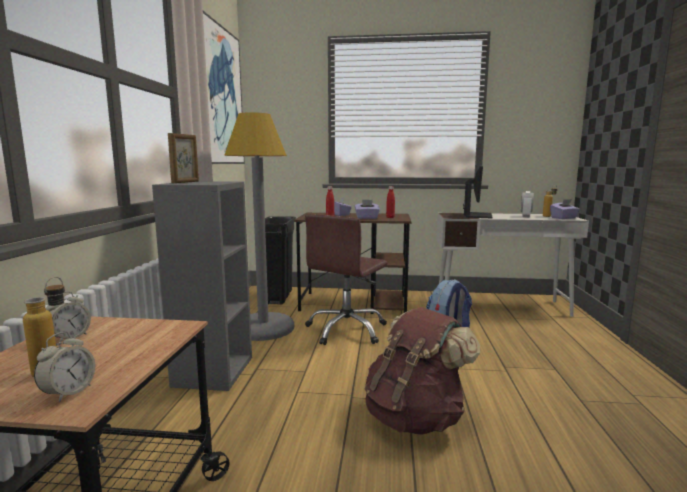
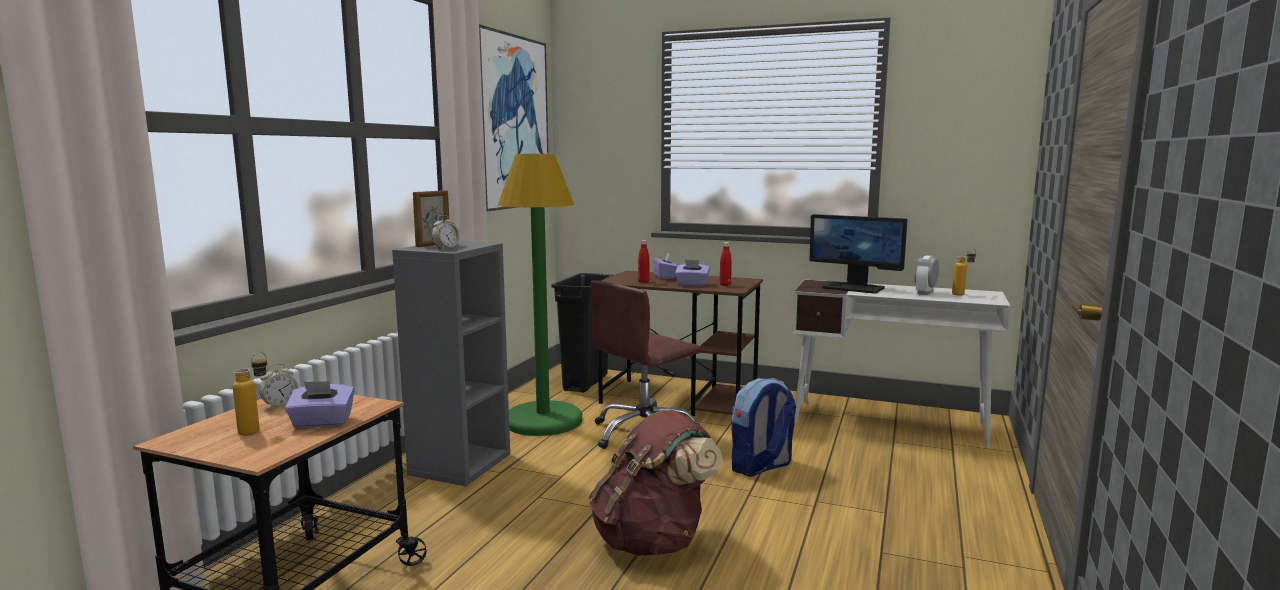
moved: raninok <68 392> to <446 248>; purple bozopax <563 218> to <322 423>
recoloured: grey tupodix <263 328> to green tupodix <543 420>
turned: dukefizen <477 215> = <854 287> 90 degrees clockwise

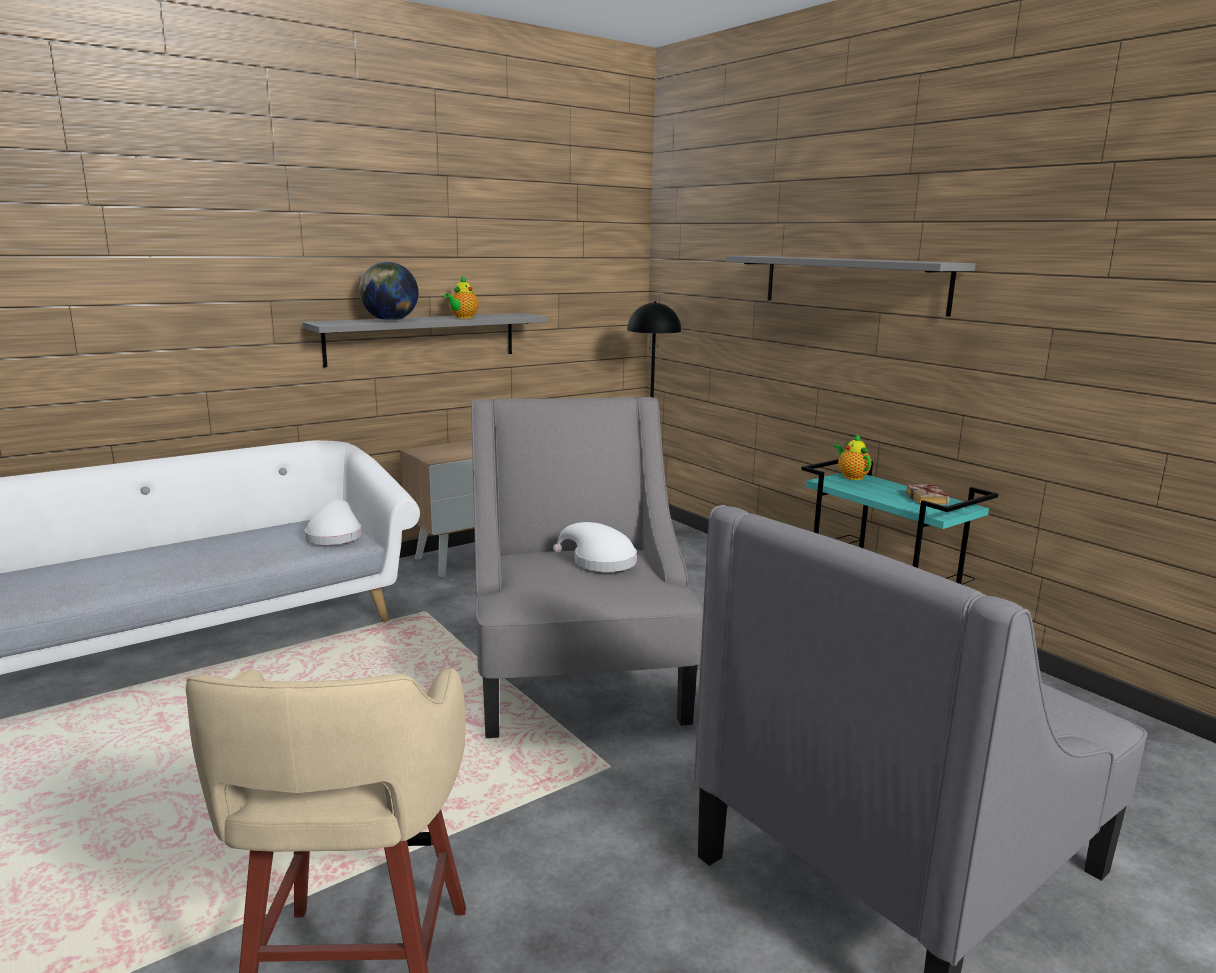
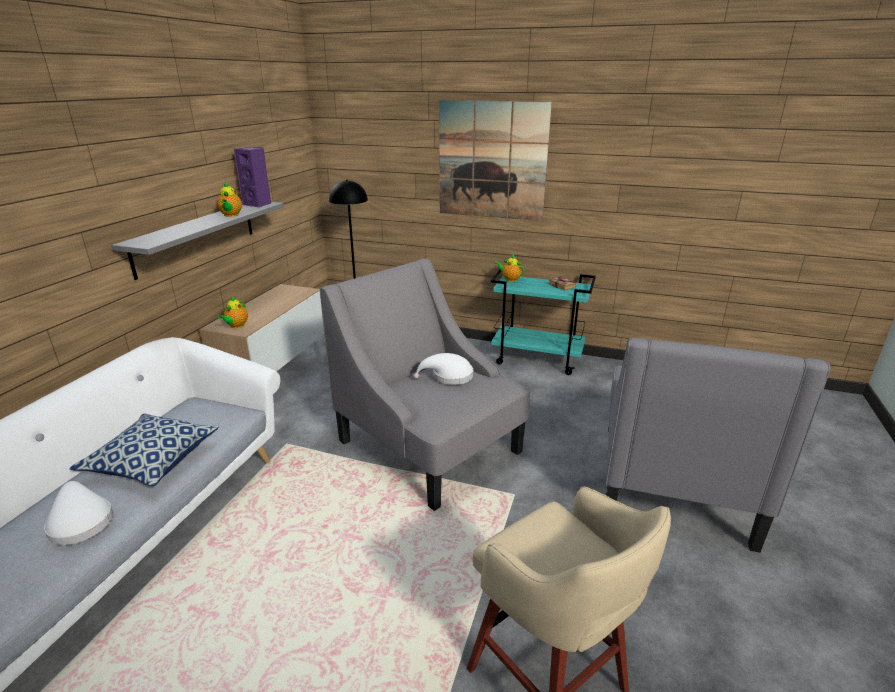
removed: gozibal <390 320>
added: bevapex <152 460>; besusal <236 326>; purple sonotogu <258 204>
moved: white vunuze <335 536> to <80 521>
replaced: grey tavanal <852 283> to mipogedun <492 161>

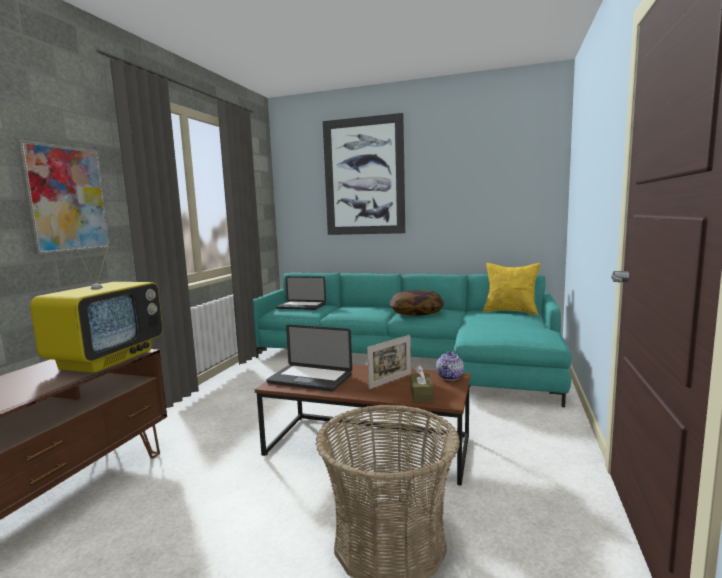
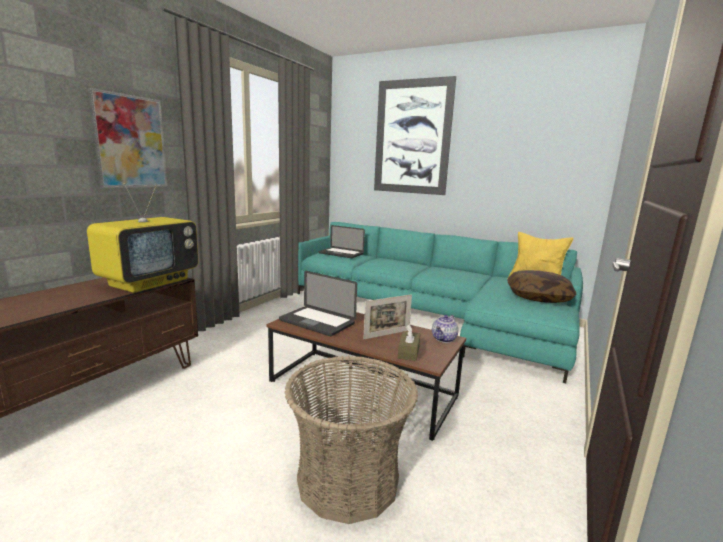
moved: bevapex <416 312> to <538 297>

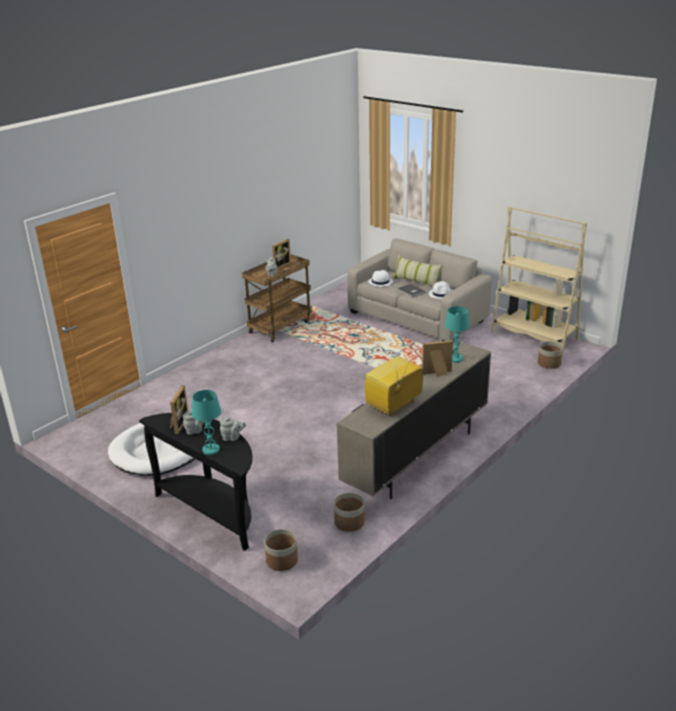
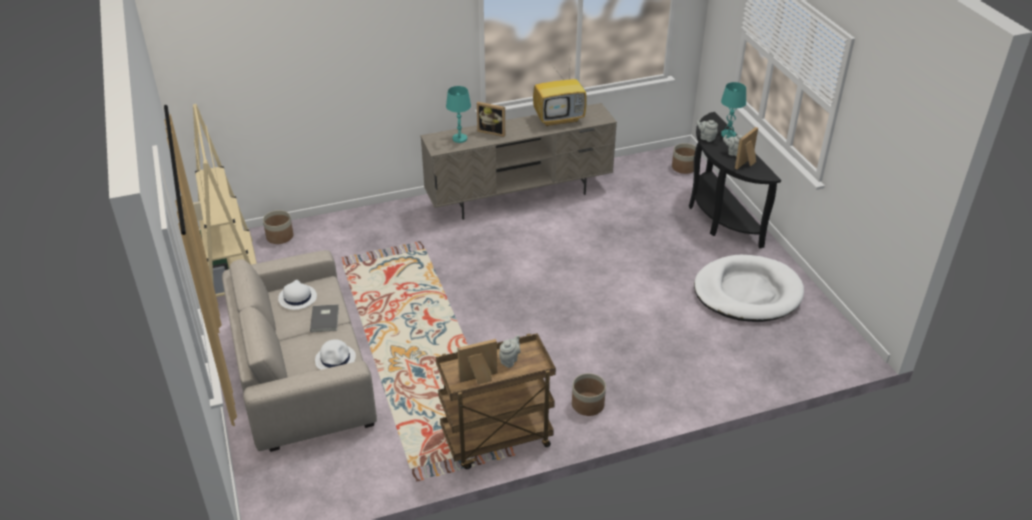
removed: bevapex <416 281>
moved: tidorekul <349 522> to <588 404>

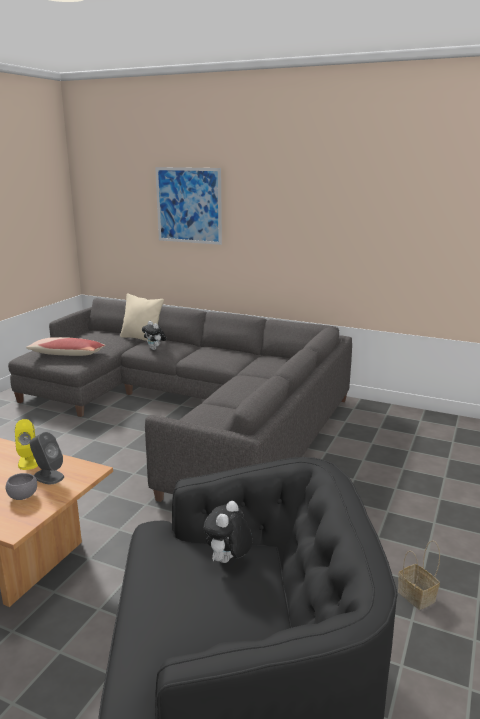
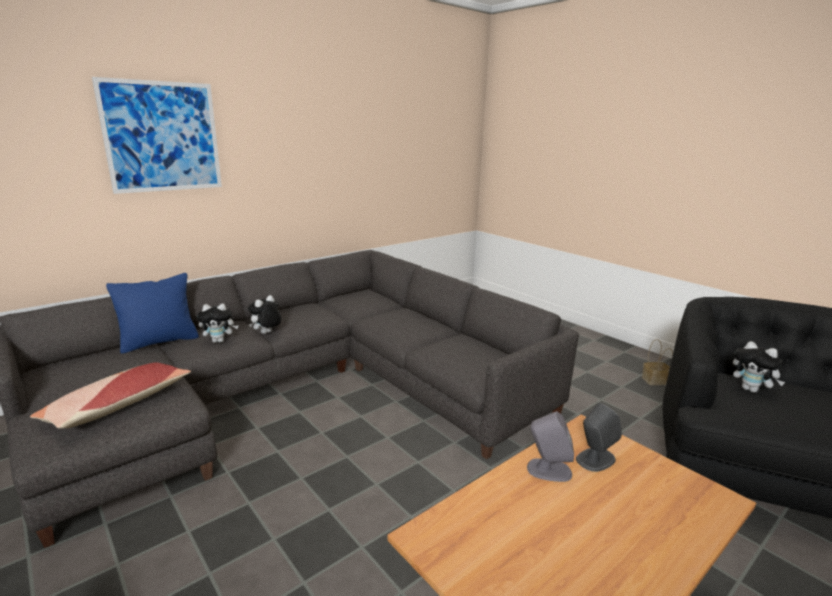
removed: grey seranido <23 496>
added: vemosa <266 333>
recoloured: yellow sonotogu <29 461> to grey sonotogu <548 470>; beige bevapex <142 339> to blue bevapex <160 342>

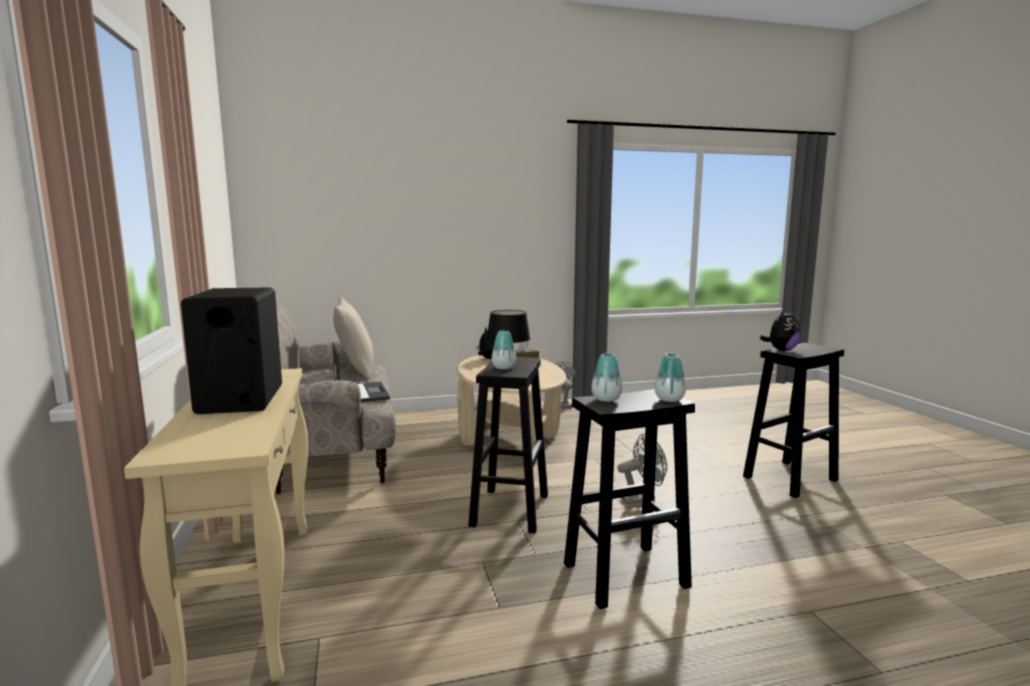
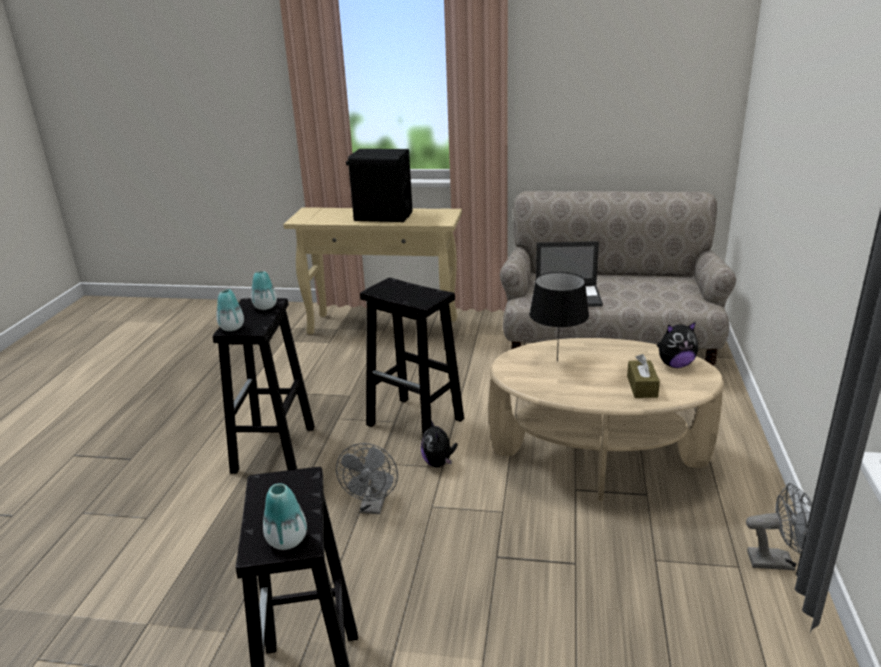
removed: beige bevapex <356 371>
moved: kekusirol <503 367> to <287 540>; vemosa <781 350> to <439 463>

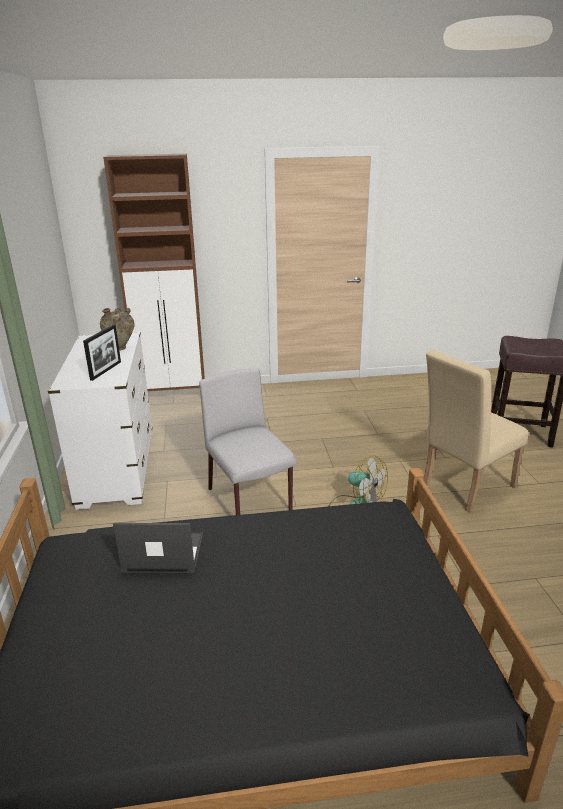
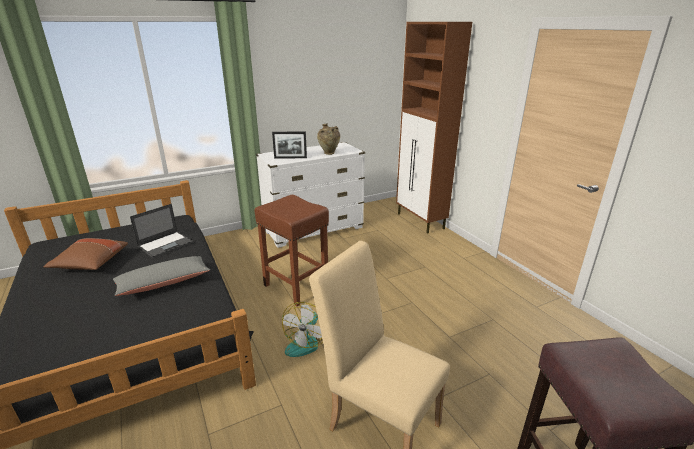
added: brown bevapex <90 264>; grey bevapex <163 283>
replaced: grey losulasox <250 501> to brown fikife <297 286>
turned: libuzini <162 553> = <166 244> 60 degrees clockwise

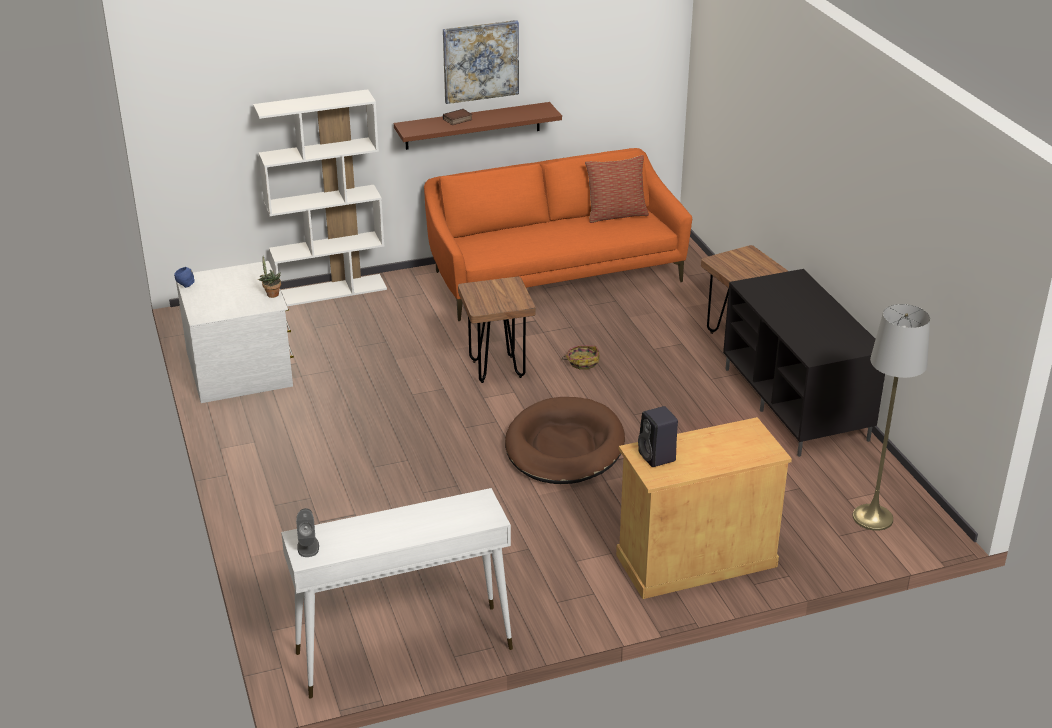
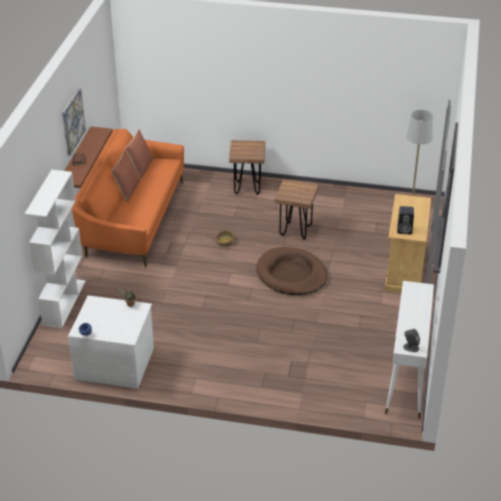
removed: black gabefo <797 404>
added: bevapex <127 190>
moved: brown fikife <497 369> to <295 231>

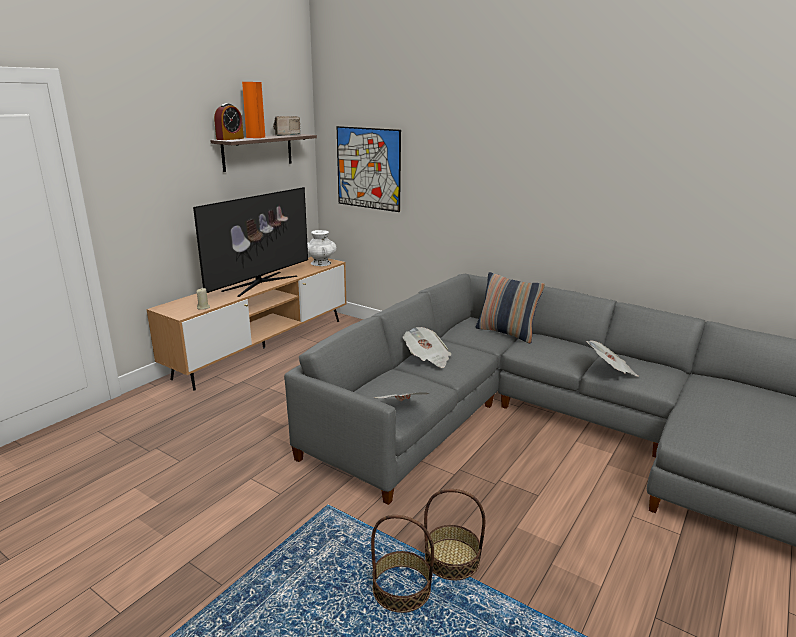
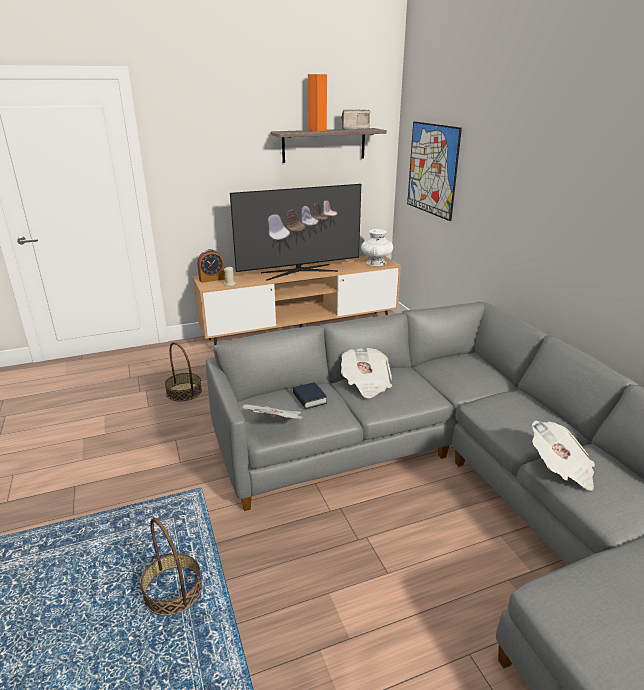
removed: bevapex <506 333>
added: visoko <309 399>
moved: raninok <230 139> to <212 279>; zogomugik <452 559> to <184 392>

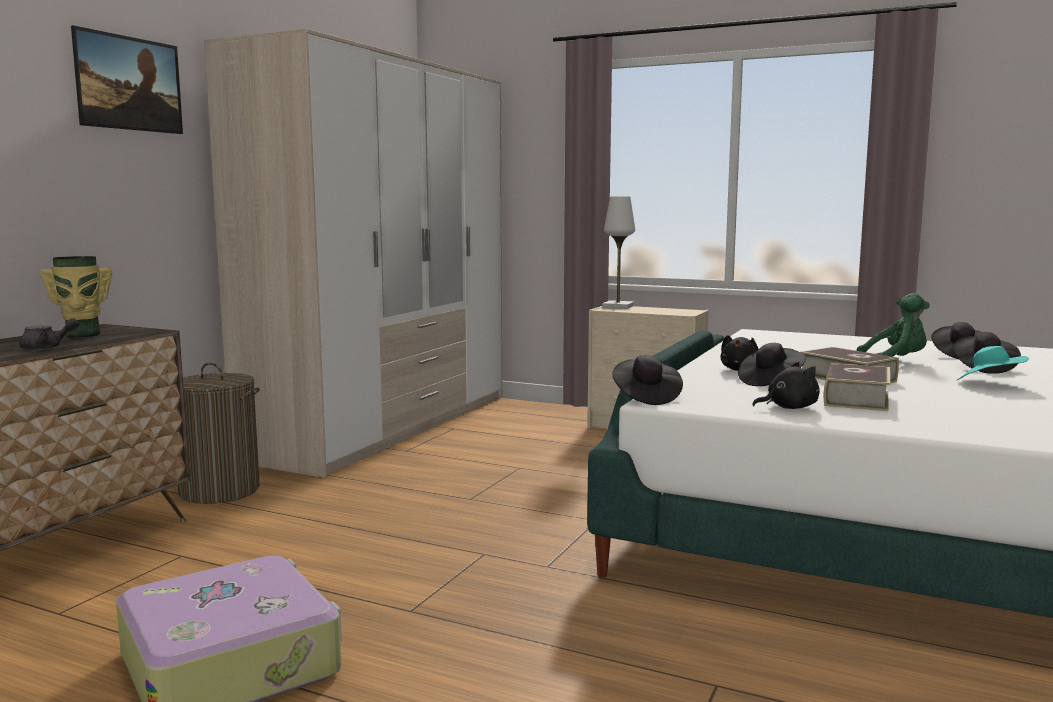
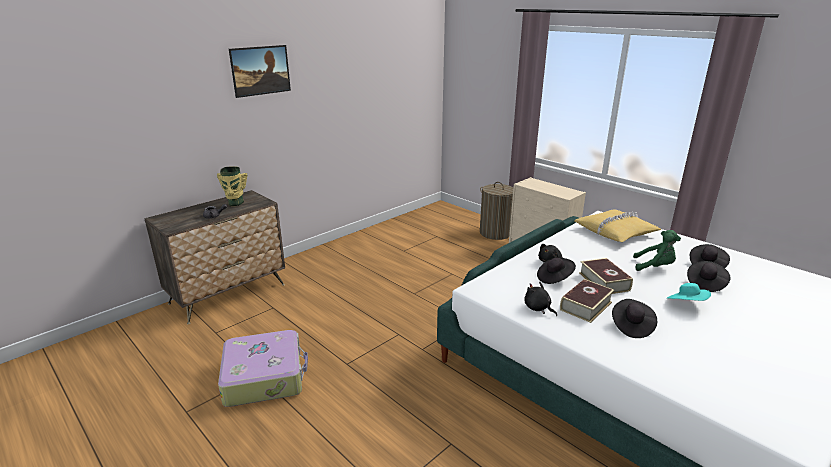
removed: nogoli <387 426>; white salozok <618 306>
added: yellow bevapex <615 232>
moved: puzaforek <220 491> to <495 233>; black vunuze <645 397> to <631 326>
turned: black vemosa <788 407> = <538 308> 135 degrees counterclockwise

